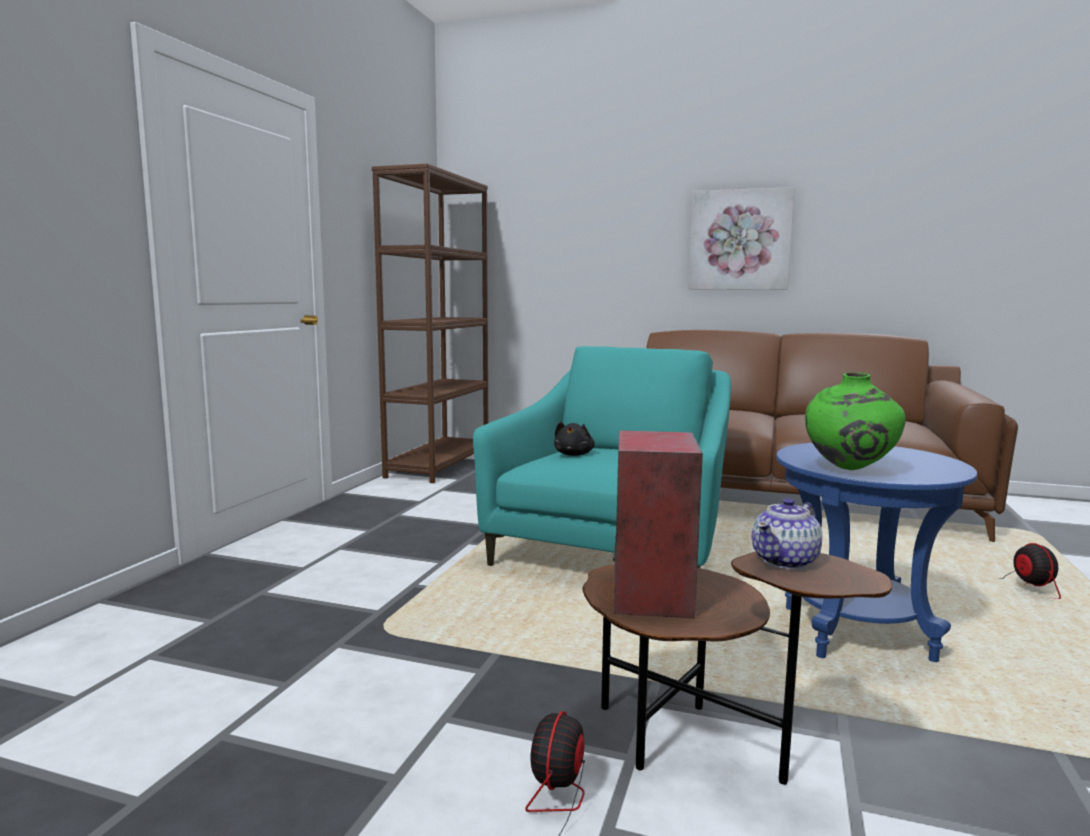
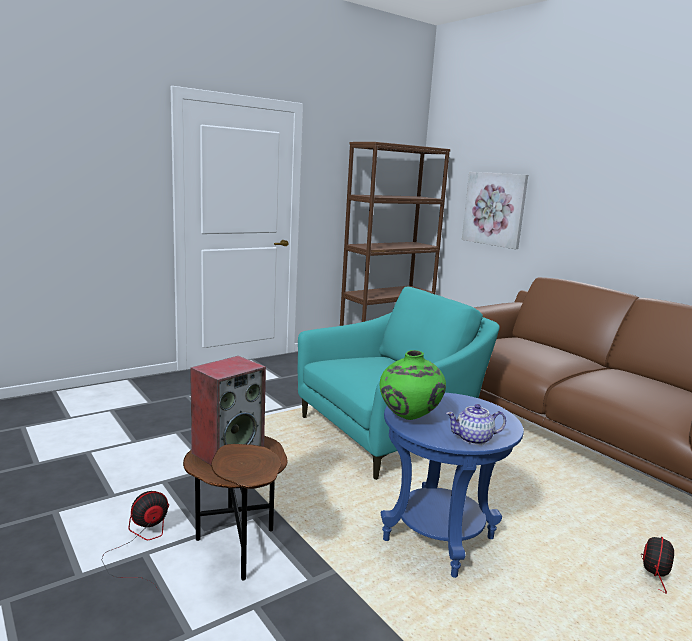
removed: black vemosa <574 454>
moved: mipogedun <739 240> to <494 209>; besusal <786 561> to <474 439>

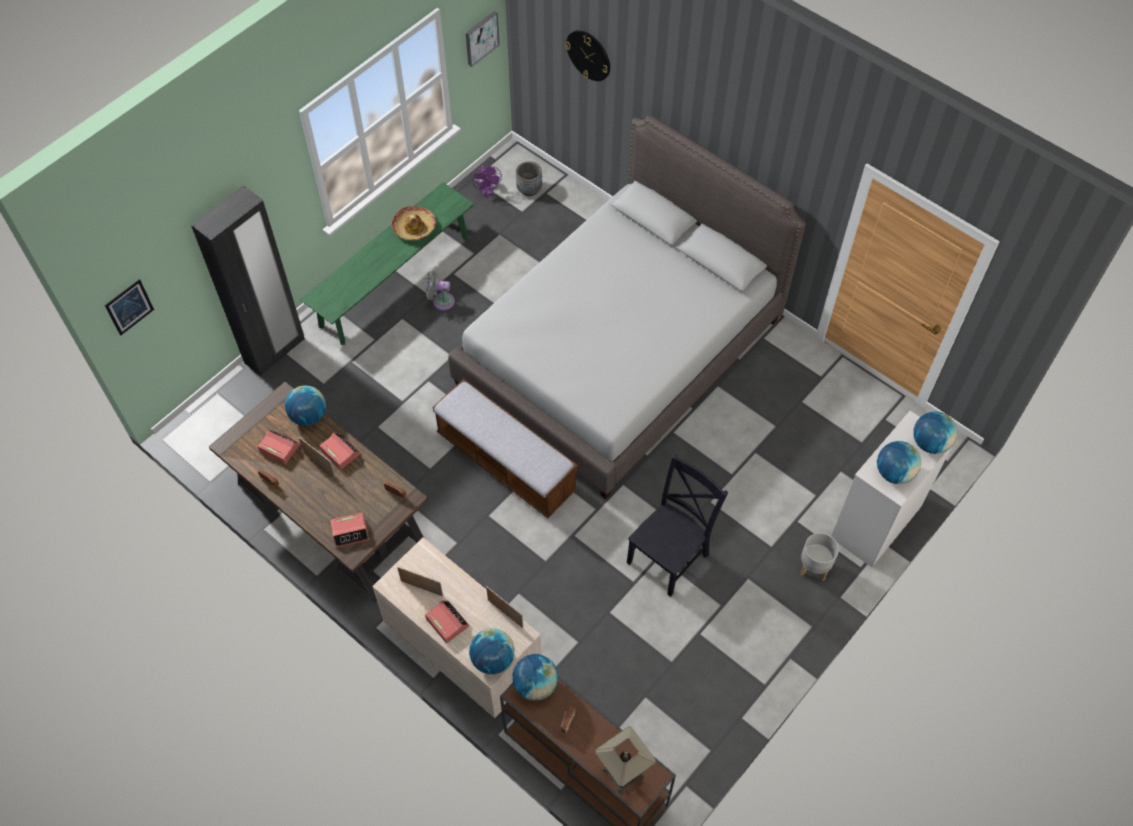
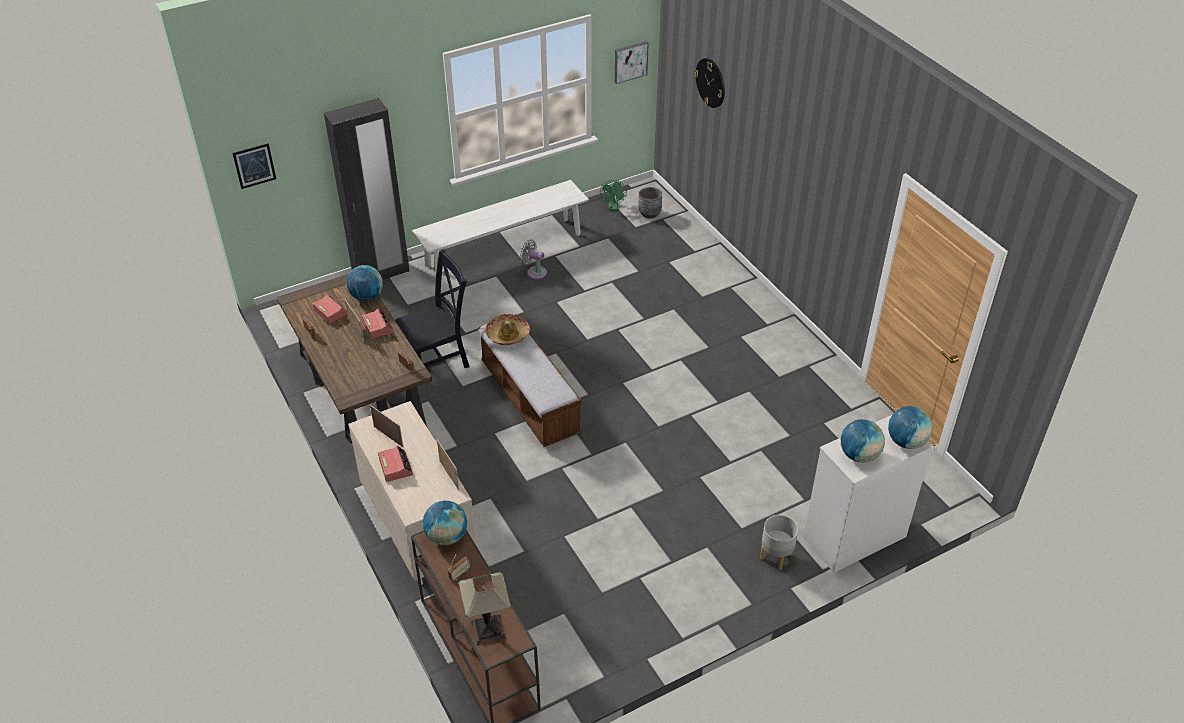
removed: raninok <350 532>; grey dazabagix <620 352>; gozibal <493 659>
moved: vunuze <414 227> to <508 334>; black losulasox <670 556> to <438 360>
recoloured: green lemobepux <395 281> to white lemobepux <504 249>; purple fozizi <487 191> to green fozizi <613 207>

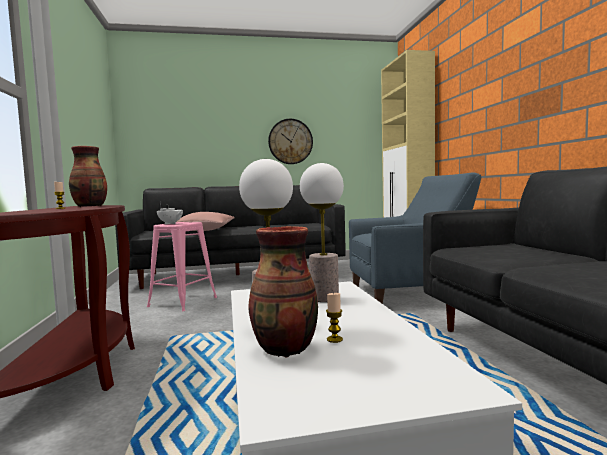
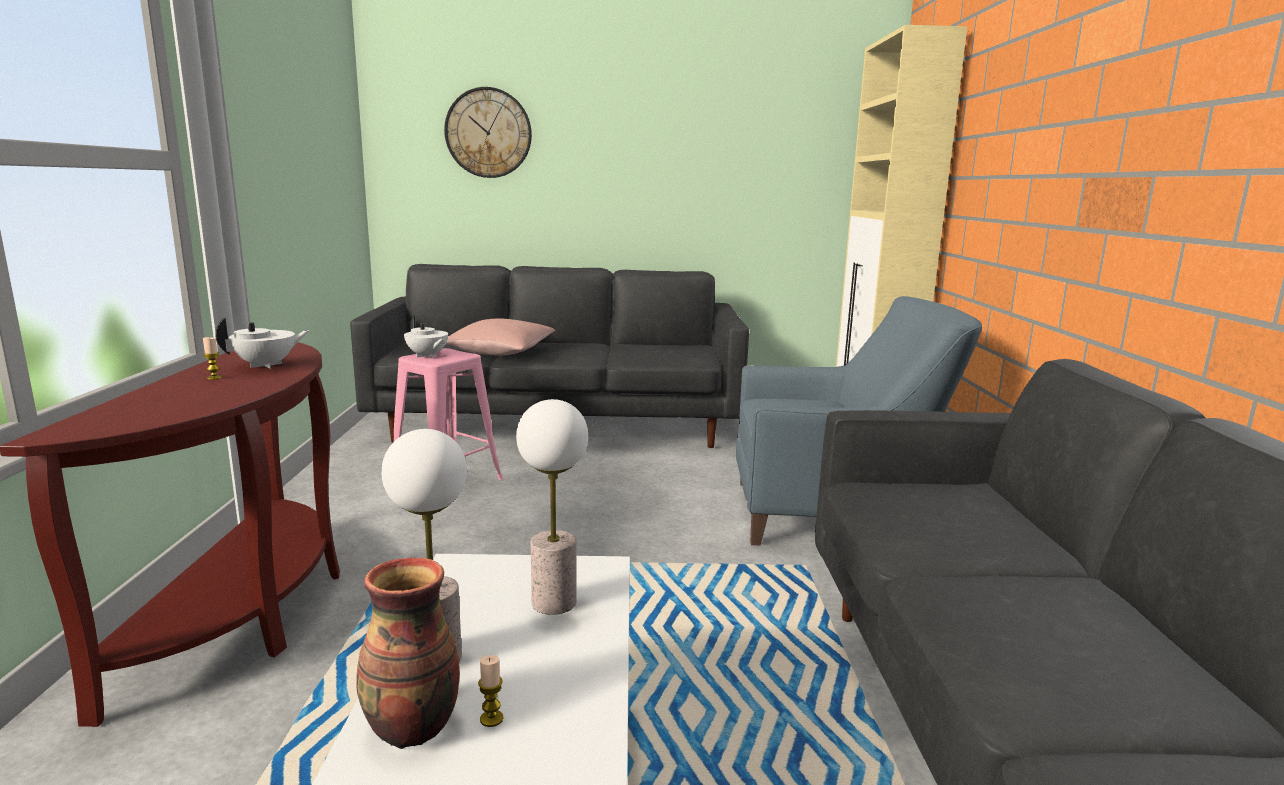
moved: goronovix <290 141> to <488 133>
replaced: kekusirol <91 206> to white besusal <267 365>

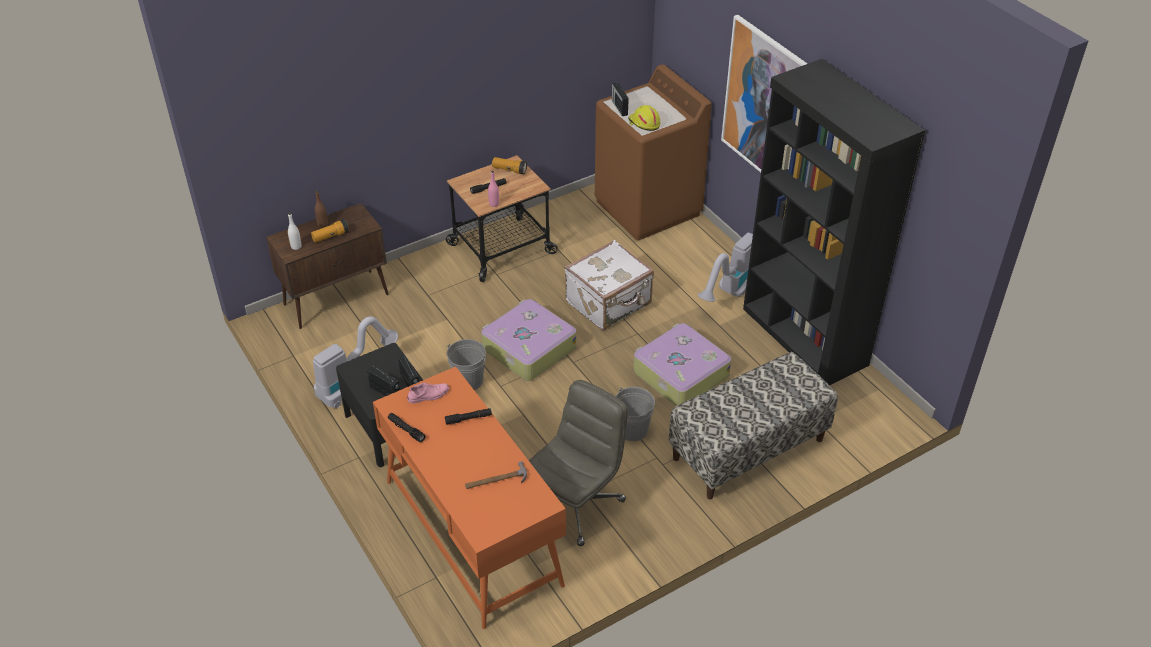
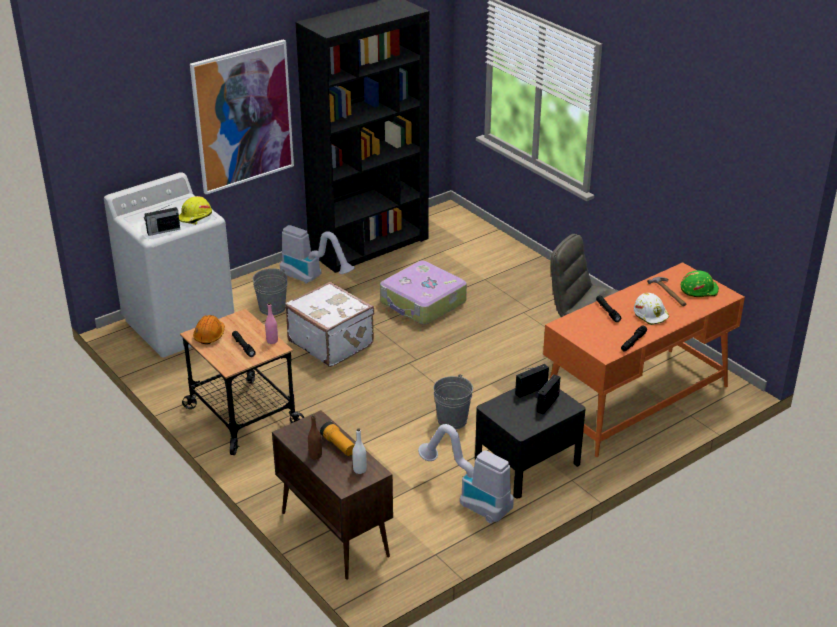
removed: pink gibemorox <428 395>; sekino <528 348>; lemobepux <748 449>
added: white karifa <651 314>; green karifa <699 289>
moved: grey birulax <633 430> to <272 308>
replaced: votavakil <509 170> to orange karifa <209 335>
recoloured: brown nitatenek <648 208> to white nitatenek <180 325>

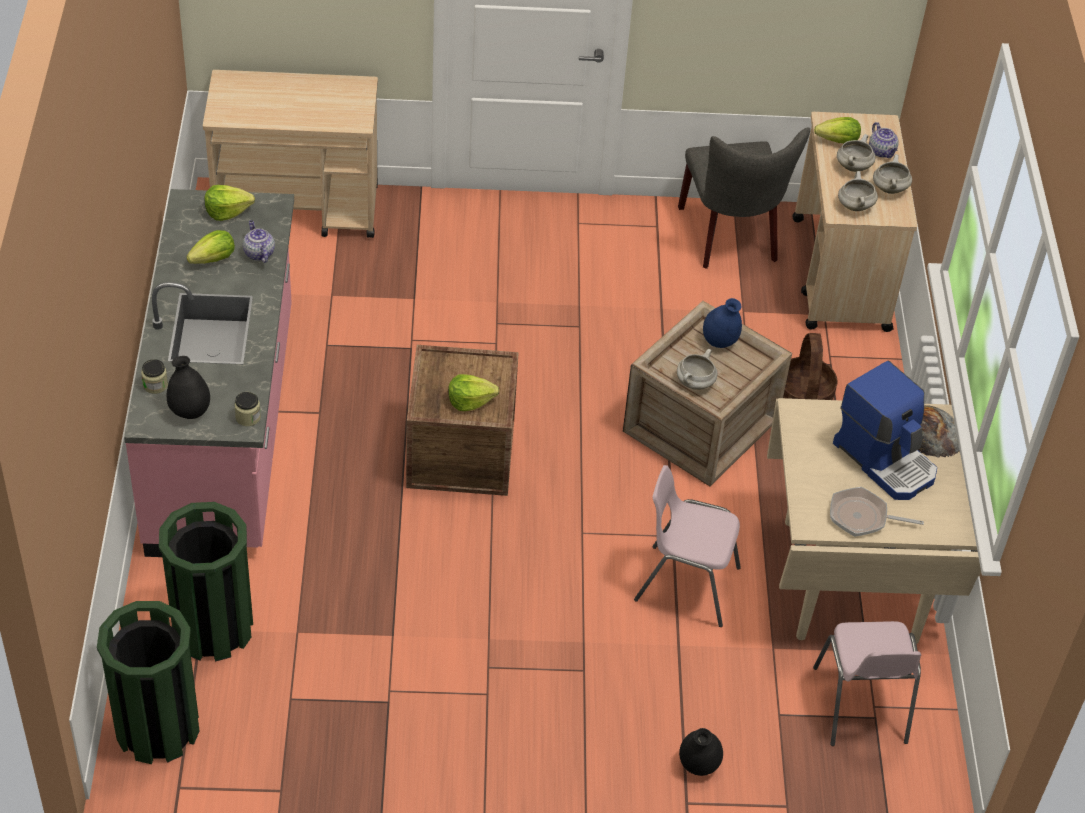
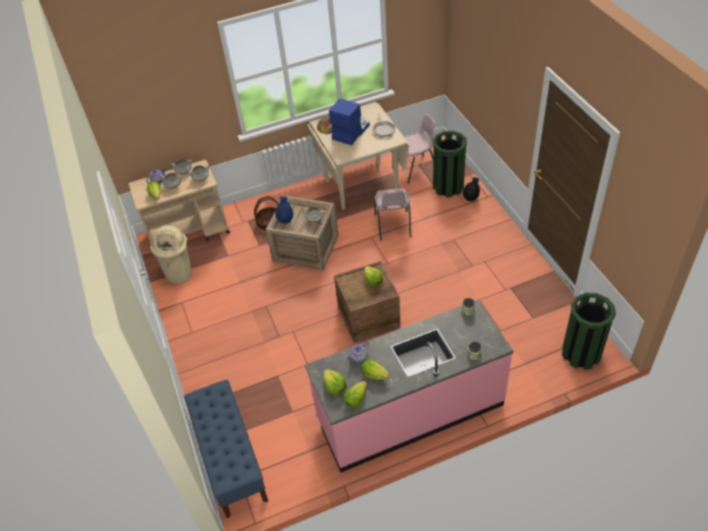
removed: black kekusirol <190 411>
added: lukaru <356 399>
moved: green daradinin <213 629> to <448 187>
replaced: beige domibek <298 208> to blue lemobepux <231 459>; grey losulasox <731 238> to beige daradinin <179 274>

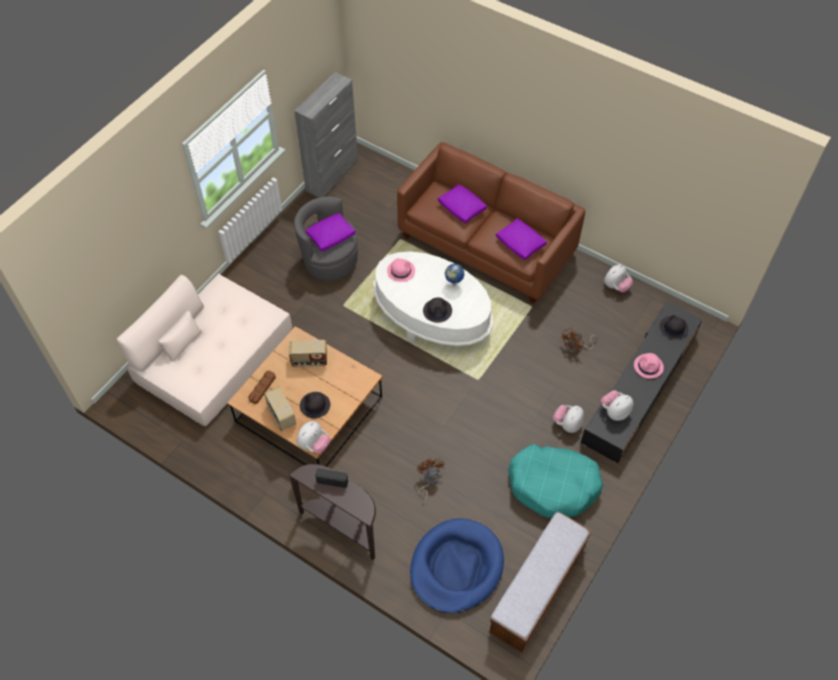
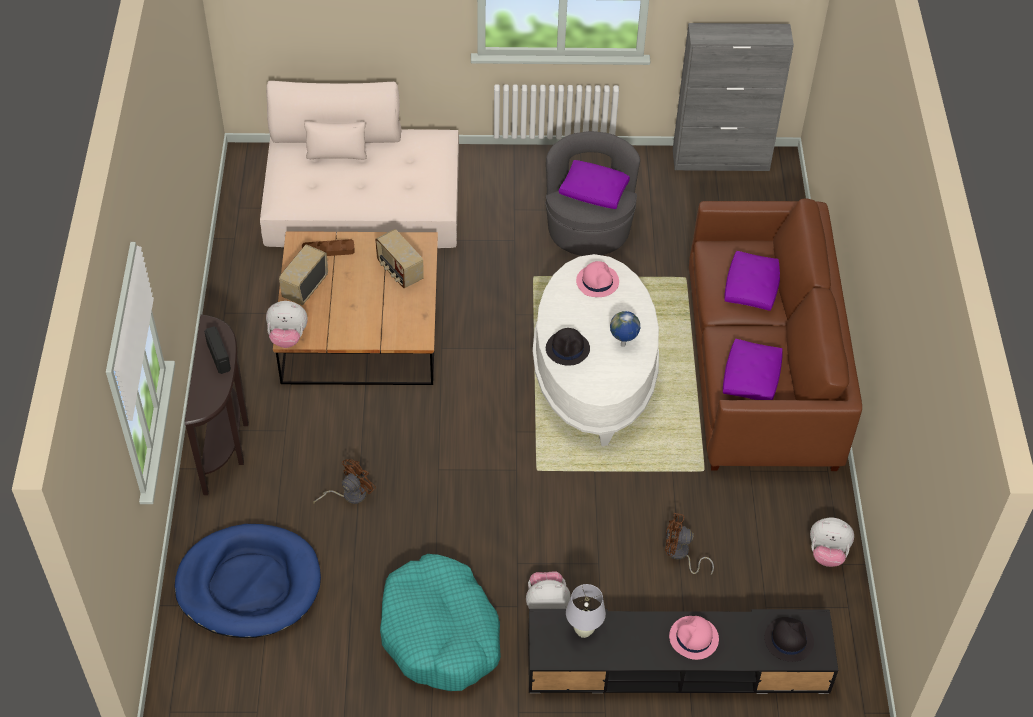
removed: black vunuze <315 405>; lemobepux <537 590>
replaced: vemosa <614 412> to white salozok <584 631>

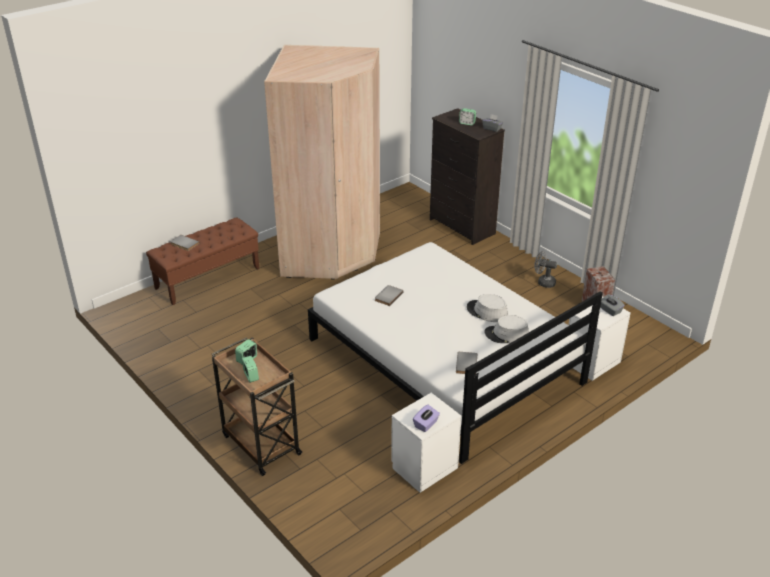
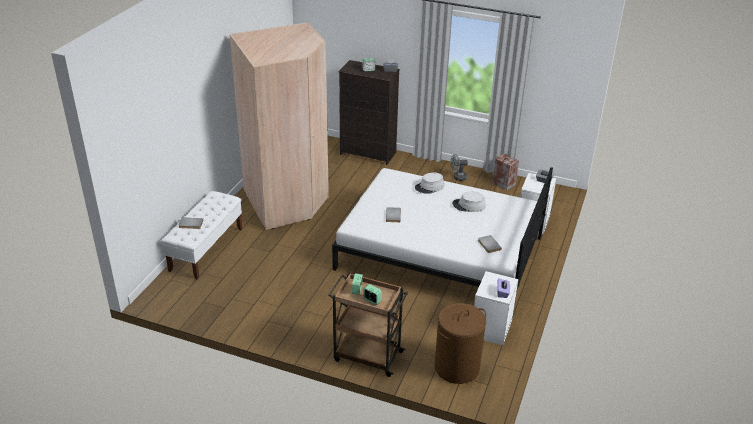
added: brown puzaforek <457 368>
moved: grey vunuze <506 334> to <429 187>
recoloured: brown lemobepux <208 278> to white lemobepux <206 249>

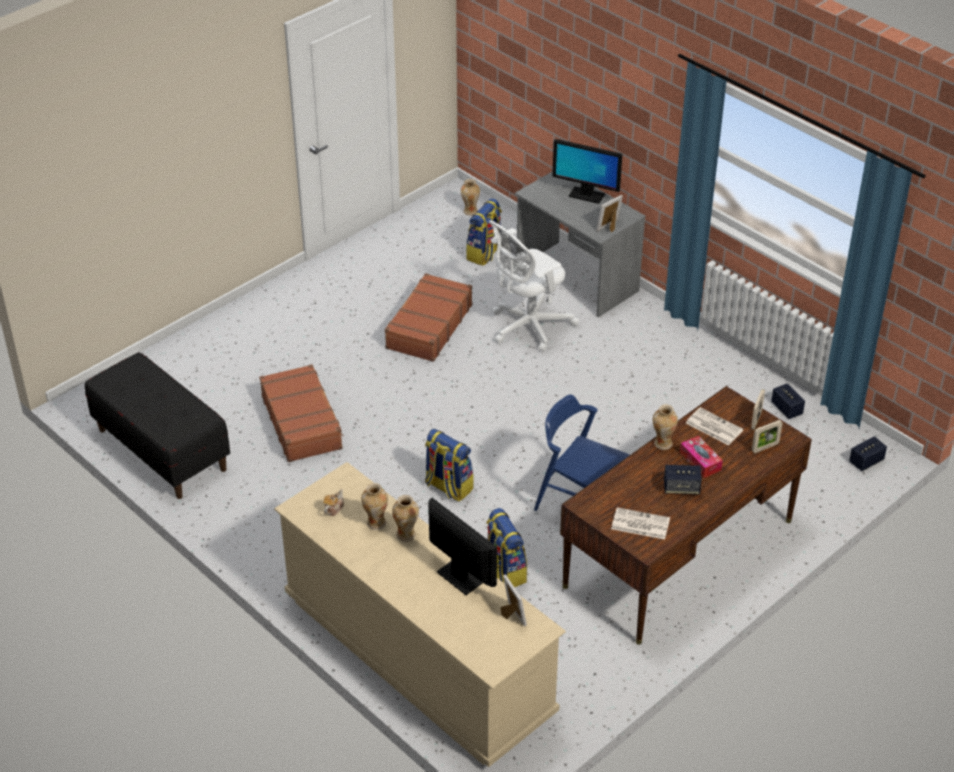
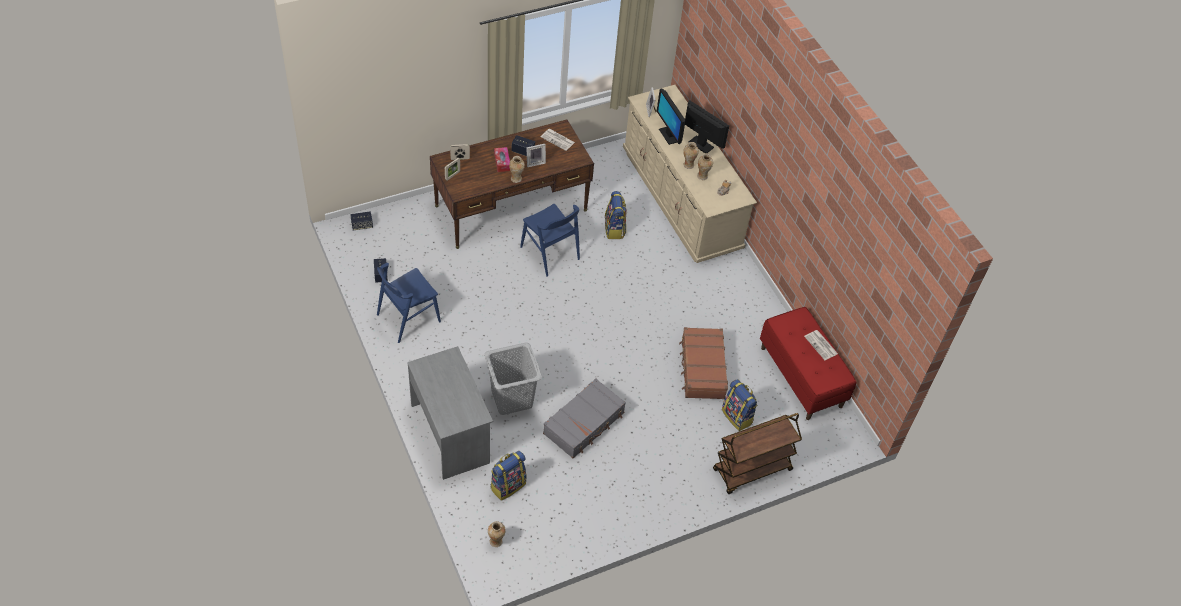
added: blue losulasox <408 318>; brown domibek <752 470>
moved: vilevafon <448 487> to <737 416>; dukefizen <586 195> to <701 145>; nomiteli <610 228> to <535 162>; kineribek <713 427> to <821 345>
replaced: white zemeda <527 327> to grey puzaforek <512 398>
recoloured: black lemobepux <161 450> to red lemobepux <801 377>; brown sekino <428 326> to grey sekino <584 423>

